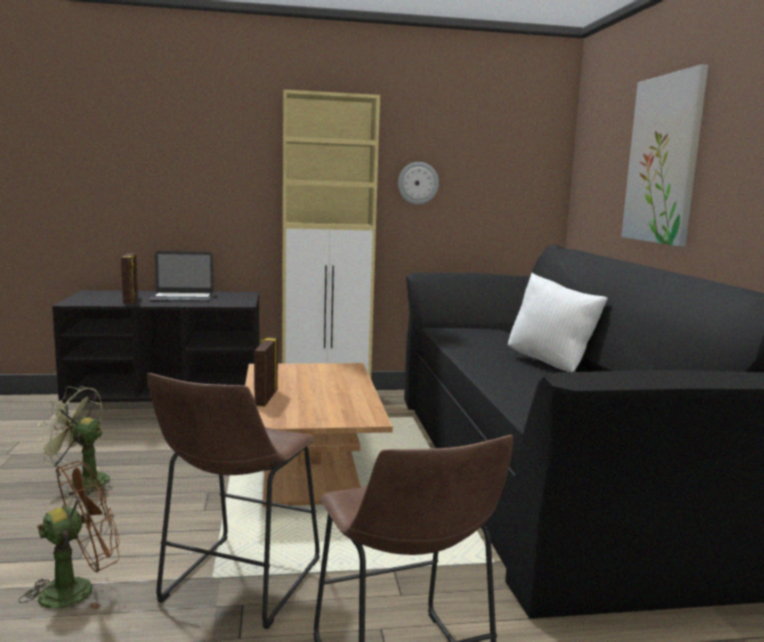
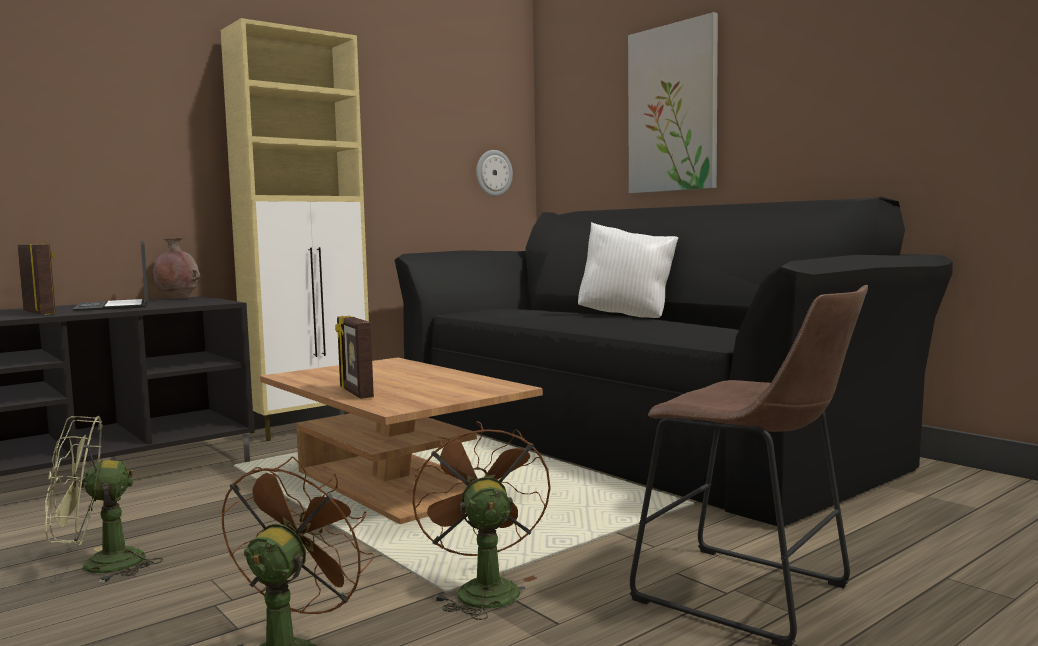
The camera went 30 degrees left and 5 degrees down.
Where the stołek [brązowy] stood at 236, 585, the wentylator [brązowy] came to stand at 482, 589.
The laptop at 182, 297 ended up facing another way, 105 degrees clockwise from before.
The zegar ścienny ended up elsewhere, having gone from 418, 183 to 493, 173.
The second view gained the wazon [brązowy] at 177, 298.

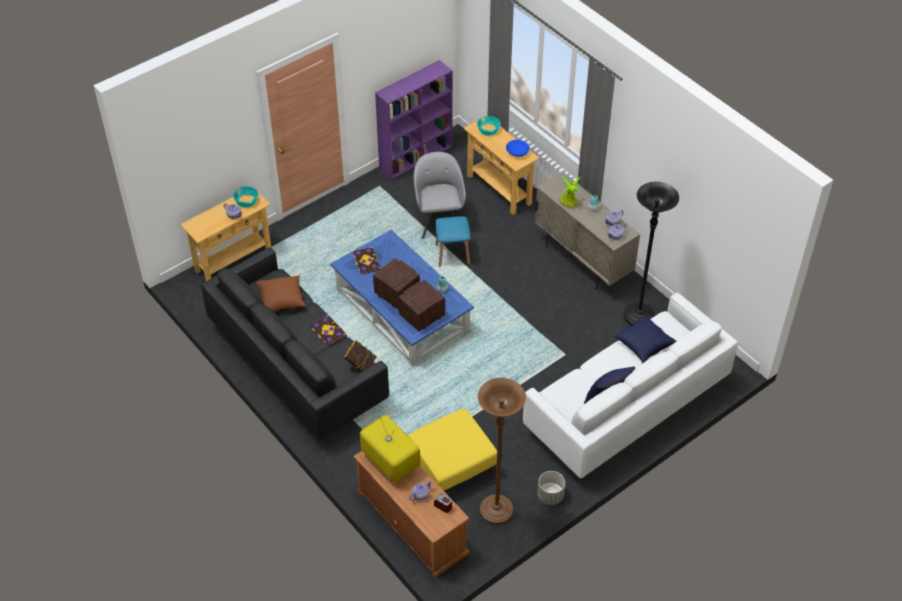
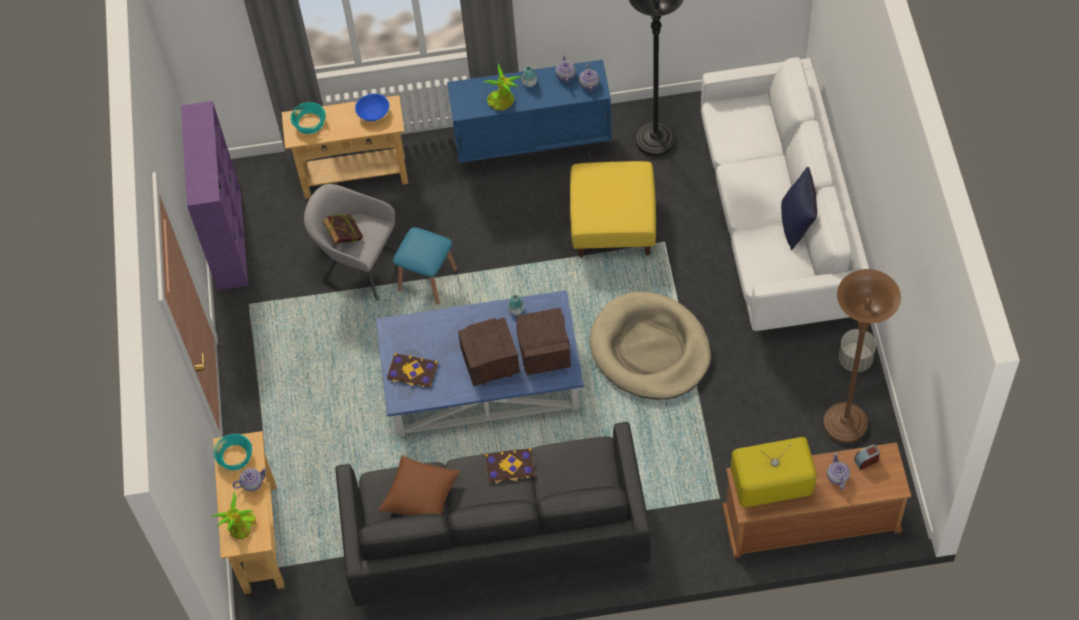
The camera went 55 degrees left and 10 degrees up.
The książka ended up elsewhere, having gone from 360, 365 to 345, 238.
The pufa [żółty] ended up elsewhere, having gone from 451, 466 to 614, 225.
What was the szafka [beżowy] at 582, 261 turned into the szafka [niebieski] at 534, 151.
The second view lost the poduszka [niebieski] at 643, 344.
The second view gained the roślina doniczkowa at 241, 528.
The second view gained the legowisko [beżowy] at 650, 349.

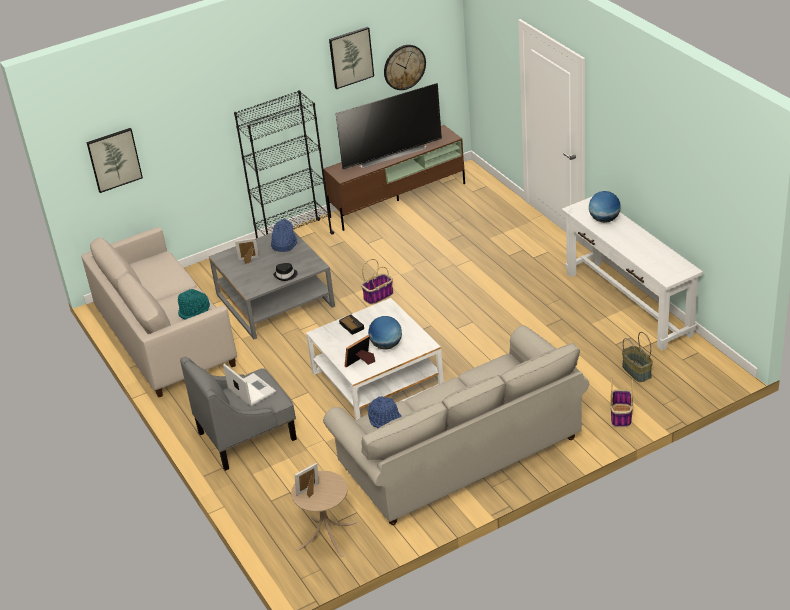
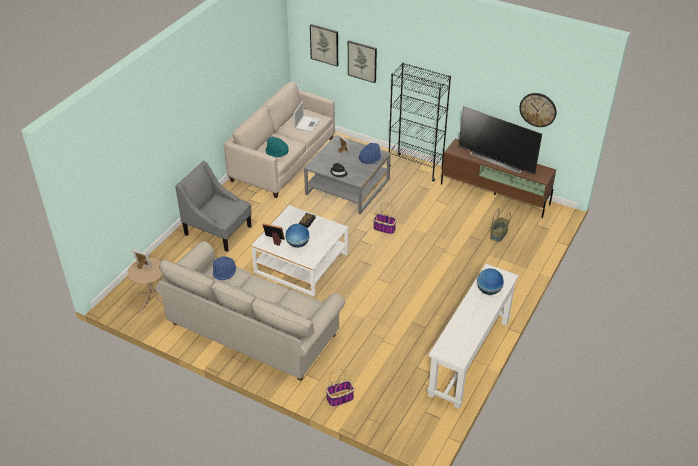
The camera went 55 degrees right and 5 degrees up.
The laptop ended up elsewhere, having gone from 251, 390 to 307, 123.
The obraz ended up elsewhere, having gone from 351, 57 to 362, 61.
The koszyk ended up elsewhere, having gone from 637, 371 to 499, 234.

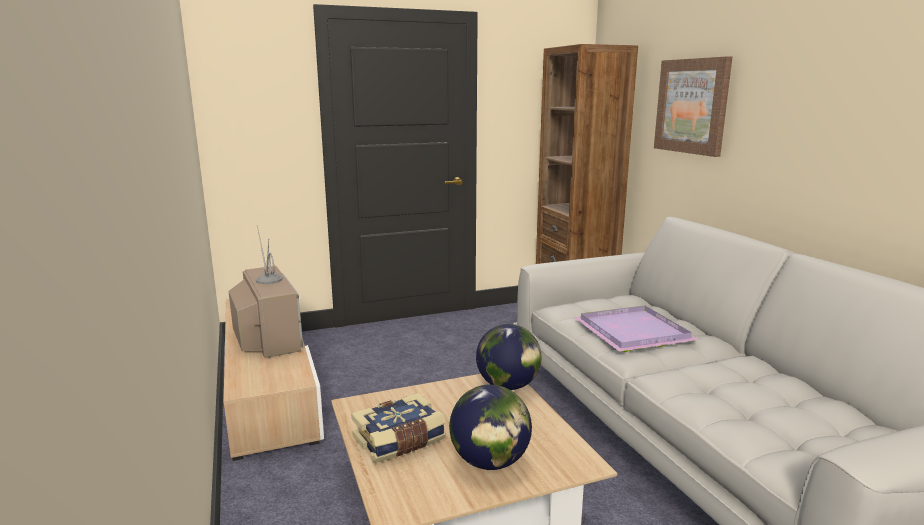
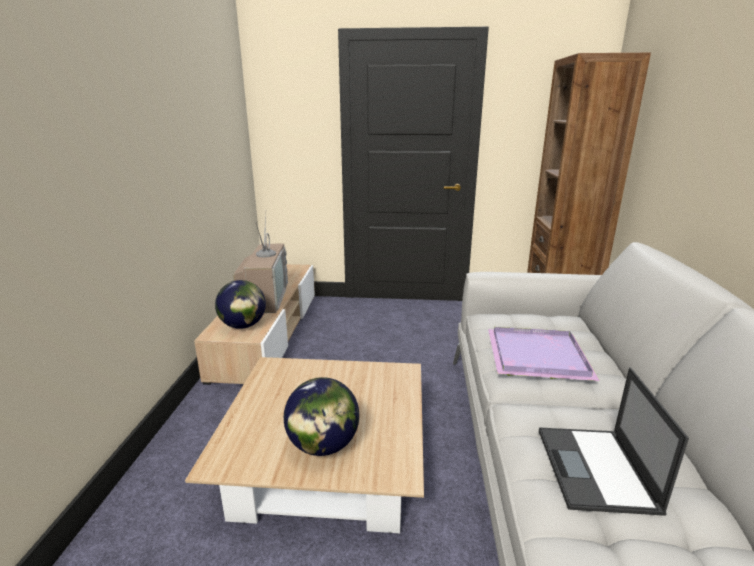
The camera went 25 degrees right and 5 degrees up.
The second view lost the książka at 400, 441.
The globus ended up elsewhere, having gone from 507, 386 to 243, 326.
The second view lost the obraz at 692, 106.
The second view gained the laptop at 596, 470.

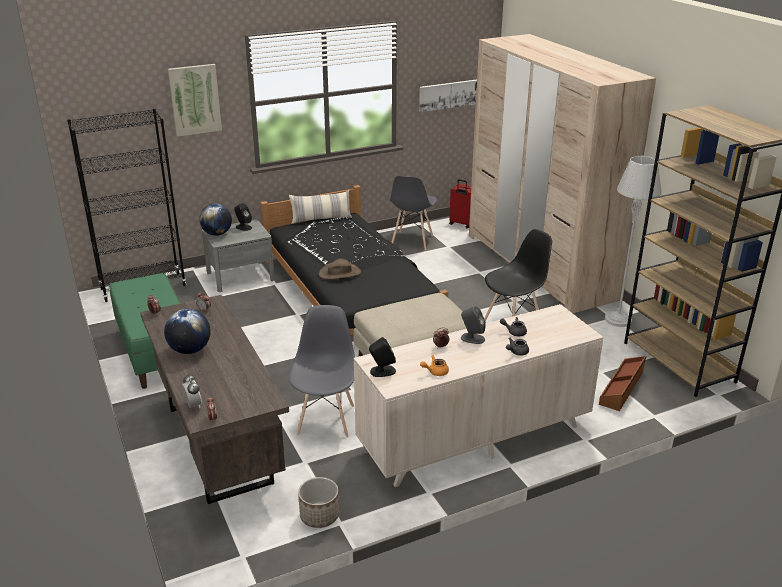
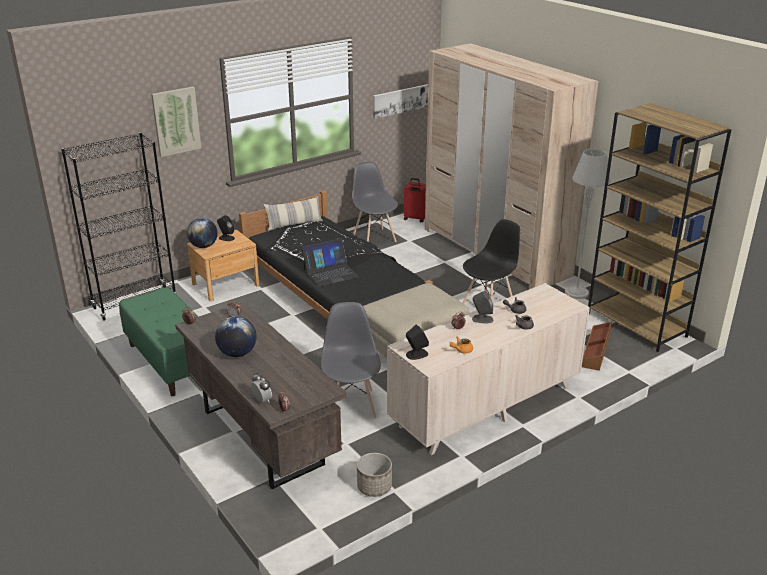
The camera went 10 degrees left and 0 degrees up.
What was the szafka nocna [szary] at 240, 276 turned into the szafka nocna [brązowy] at 225, 284.
Where the kapelusz [brązowy] stood at 340, 273, the laptop came to stand at 330, 273.
The krzesło [szary] at 412, 240 ended up facing another way, 150 degrees clockwise from before.

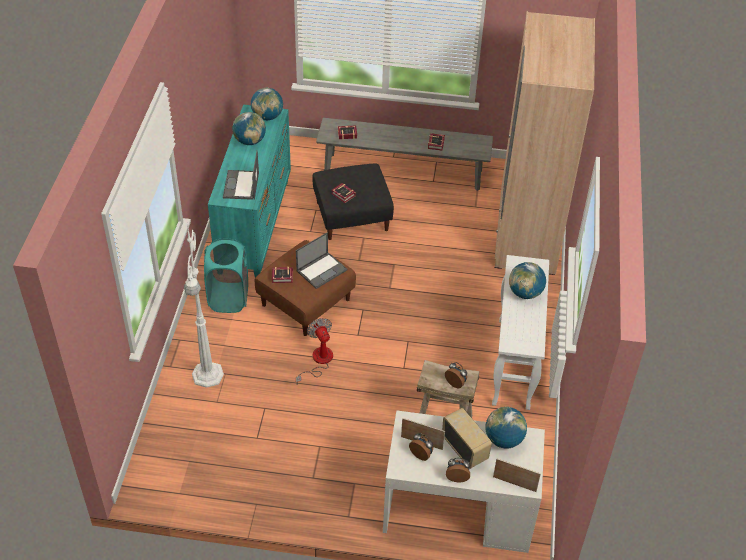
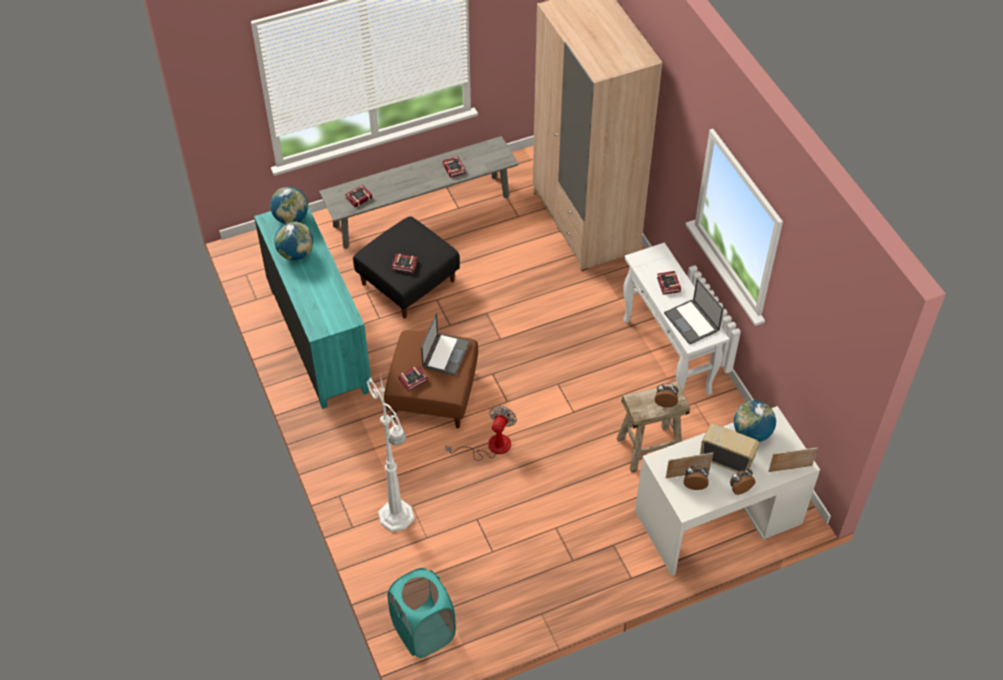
The camera went 30 degrees left and 5 degrees up.
The kosz na pranie [turkusowy] ended up elsewhere, having gone from 229, 298 to 423, 631.
The laptop ended up elsewhere, having gone from 241, 185 to 692, 322.
The wentylator at 318, 361 ended up facing another way, 75 degrees clockwise from before.
Where the globus stood at 525, 293, the książka came to stand at 668, 285.

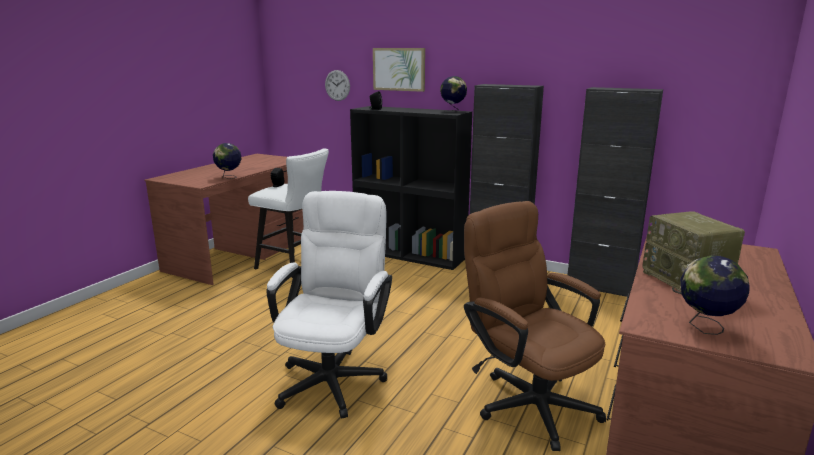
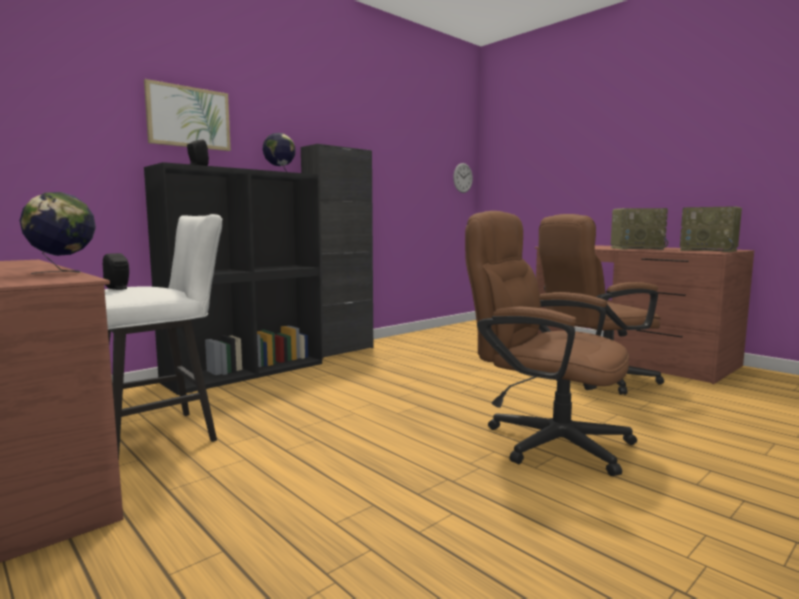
The camera went 70 degrees left and 10 degrees down.
What was the krzesło biurowe [biały] at 334, 376 turned into the krzesło biurowe [brązowy] at 544, 440.
The zegar ścienny ended up elsewhere, having gone from 337, 85 to 463, 178.
The second view lost the szafka [czarny] at 600, 286.
Where the globus stood at 705, 327, the radio came to stand at 709, 250.

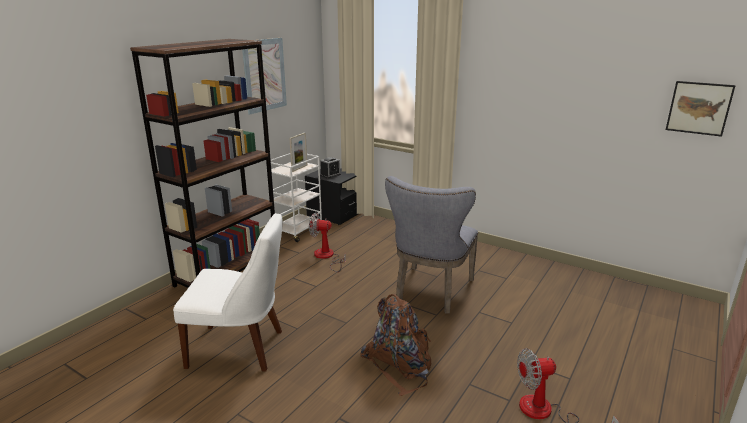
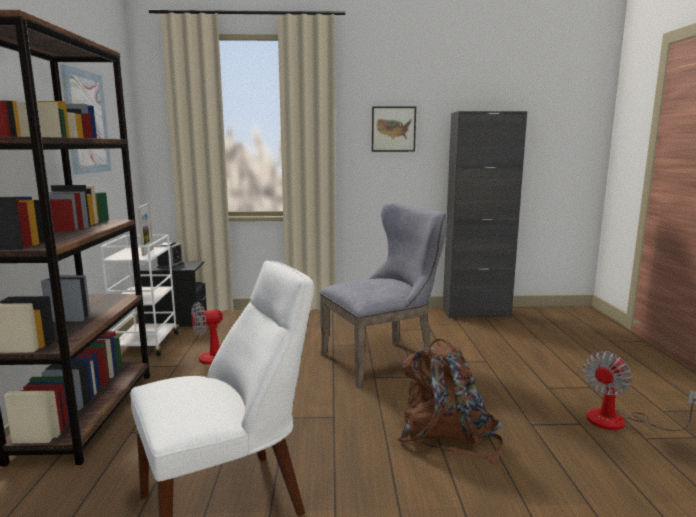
The camera went 35 degrees left and 10 degrees down.
The krzesło [szary] at 431, 292 ended up facing another way, 105 degrees counterclockwise from before.
The obraz ended up elsewhere, having gone from 699, 108 to 393, 129.
The second view gained the szafka [czarny] at 476, 313.

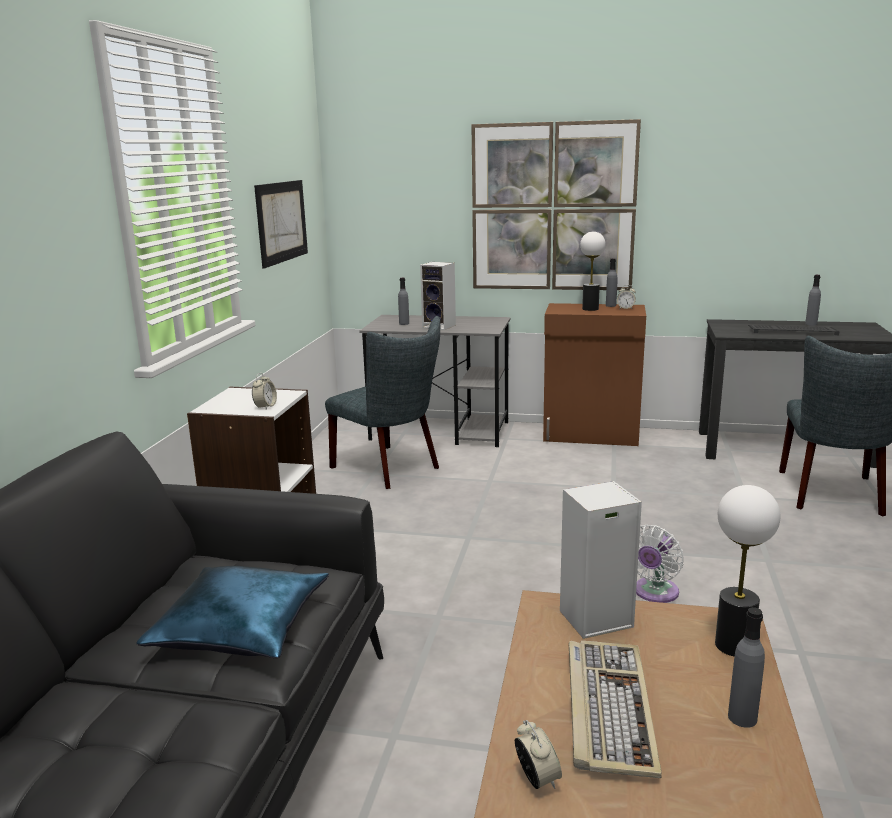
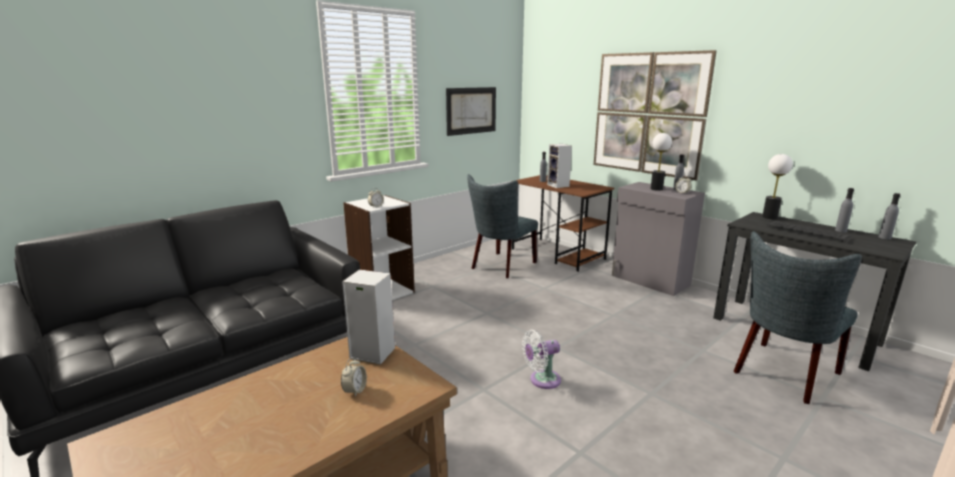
The camera went 35 degrees right and 0 degrees up.
The second view lost the poduszka [niebieski] at 241, 626.
The krzesło [szary] at 390, 468 ended up facing another way, 45 degrees clockwise from before.
What was the biurko [szary] at 441, 431 turned into the biurko [brązowy] at 558, 254.
The budzik ended up elsewhere, having gone from 537, 779 to 355, 390.
What was the szafka [brązowy] at 591, 435 turned into the szafka [szary] at 650, 280.
The second view lost the klawiatura at 607, 707.
The lampa stołowa ended up elsewhere, having gone from 734, 645 to 770, 217.
The butelka [szary] ended up elsewhere, having gone from 742, 717 to 884, 237.

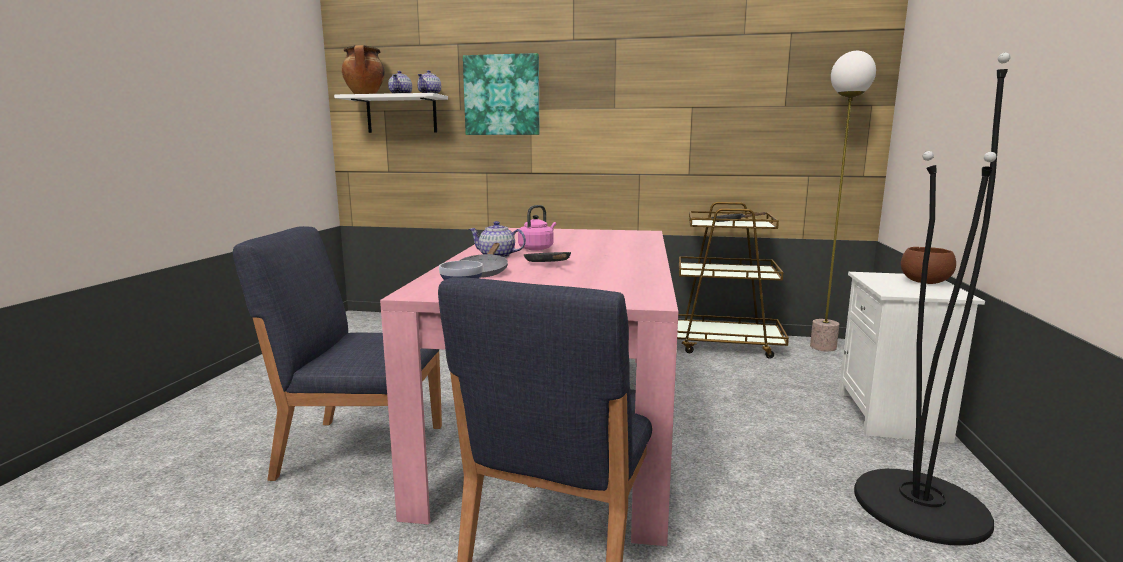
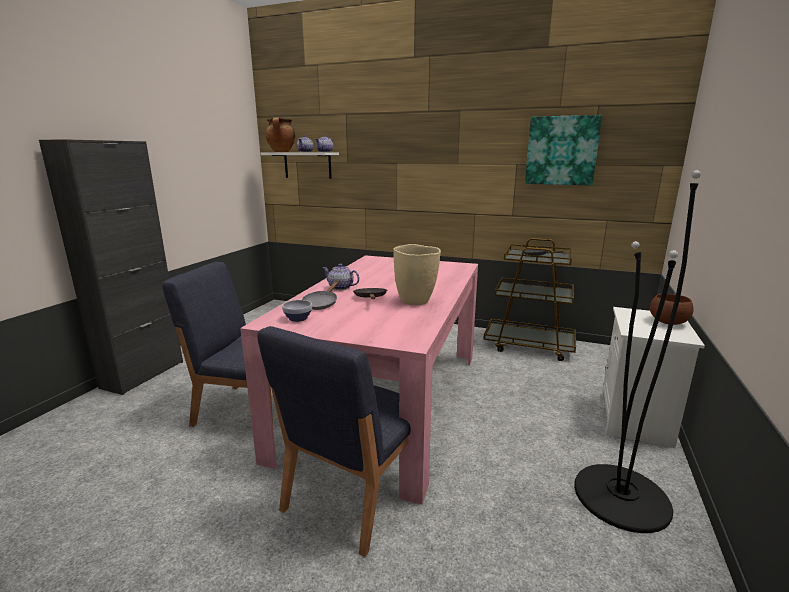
The camera went 10 degrees right and 5 degrees up.
The obraz ended up elsewhere, having gone from 502, 95 to 561, 151.
The second view lost the czajnik [różowy] at 537, 248.
The second view lost the lampa stojąca at 822, 347.
The second view gained the szafka [czarny] at 143, 374.
The second view gained the wazon [beżowy] at 415, 301.

